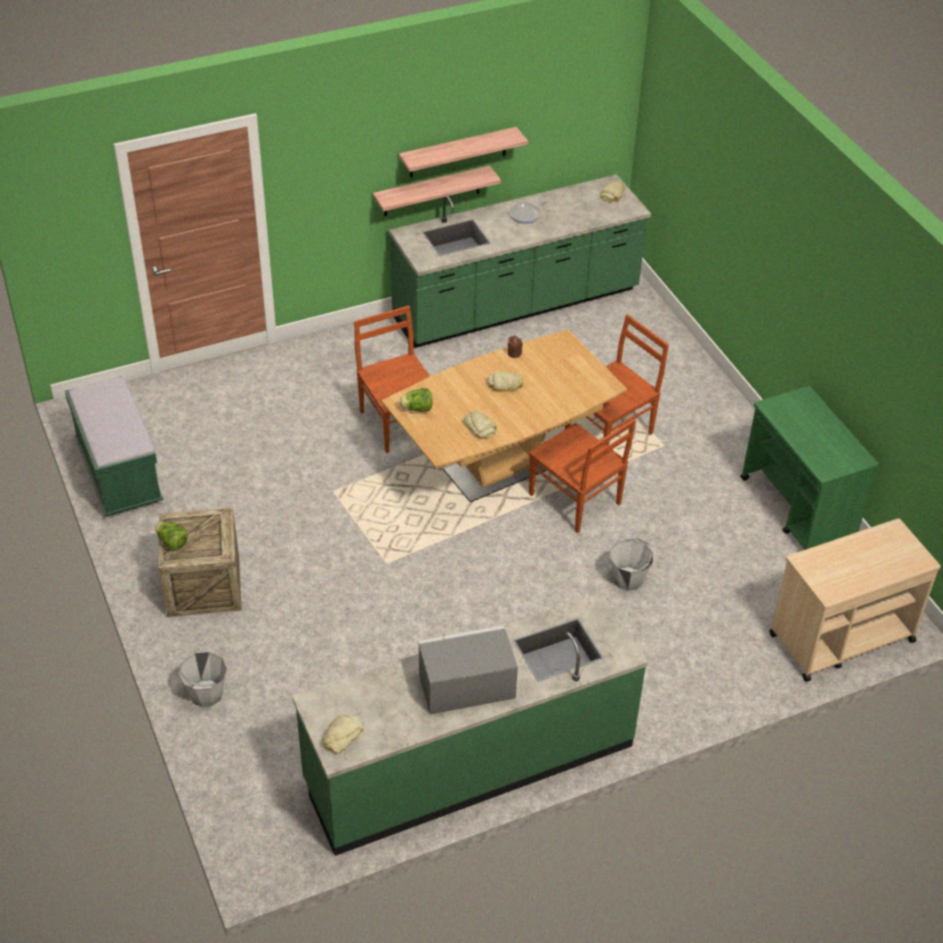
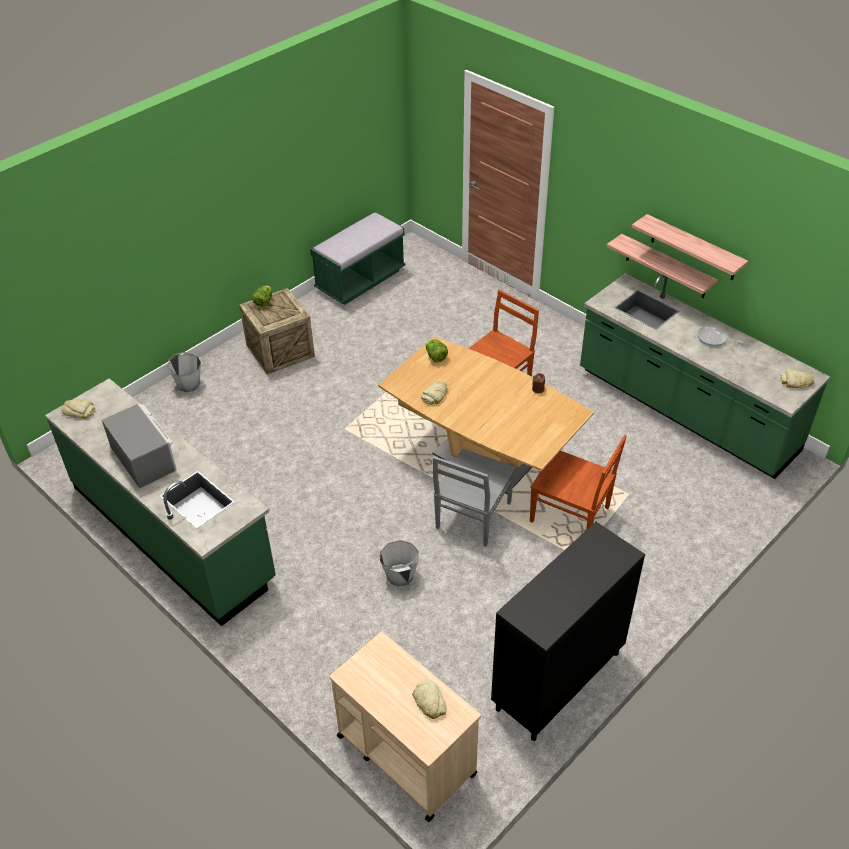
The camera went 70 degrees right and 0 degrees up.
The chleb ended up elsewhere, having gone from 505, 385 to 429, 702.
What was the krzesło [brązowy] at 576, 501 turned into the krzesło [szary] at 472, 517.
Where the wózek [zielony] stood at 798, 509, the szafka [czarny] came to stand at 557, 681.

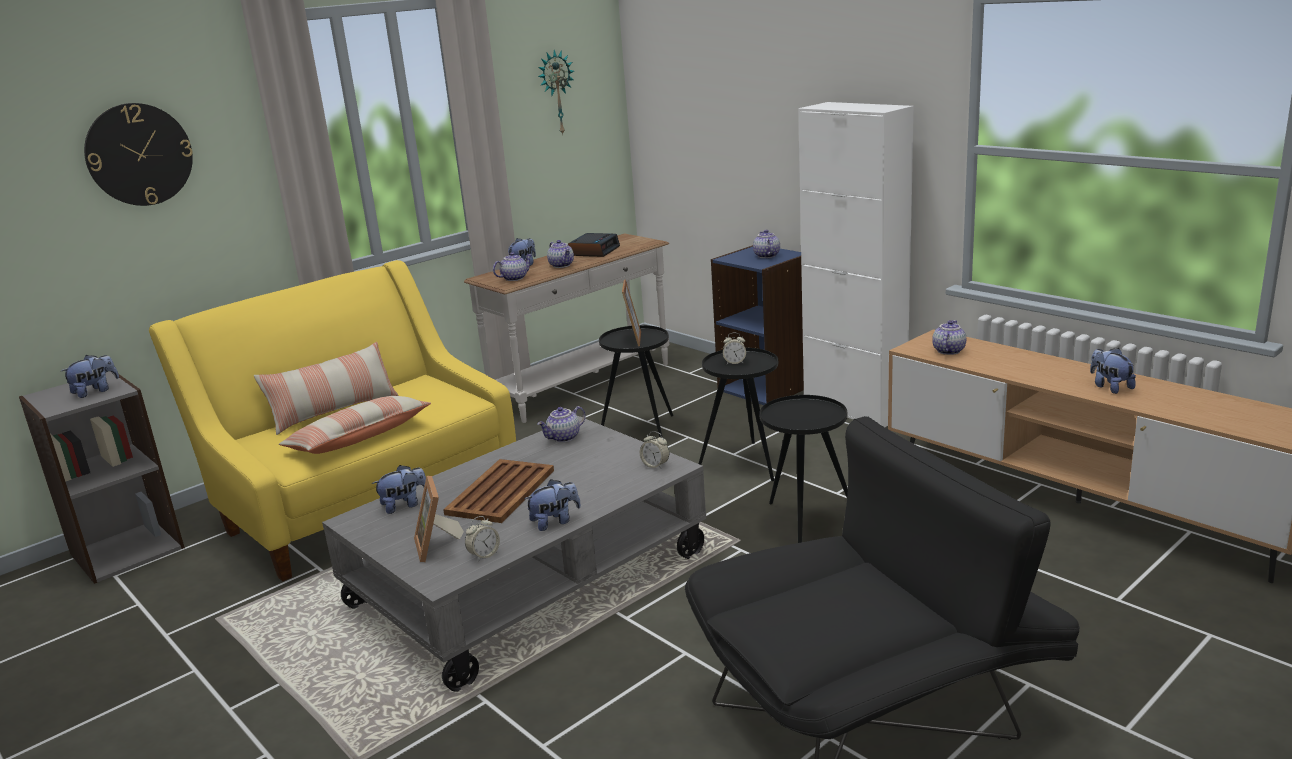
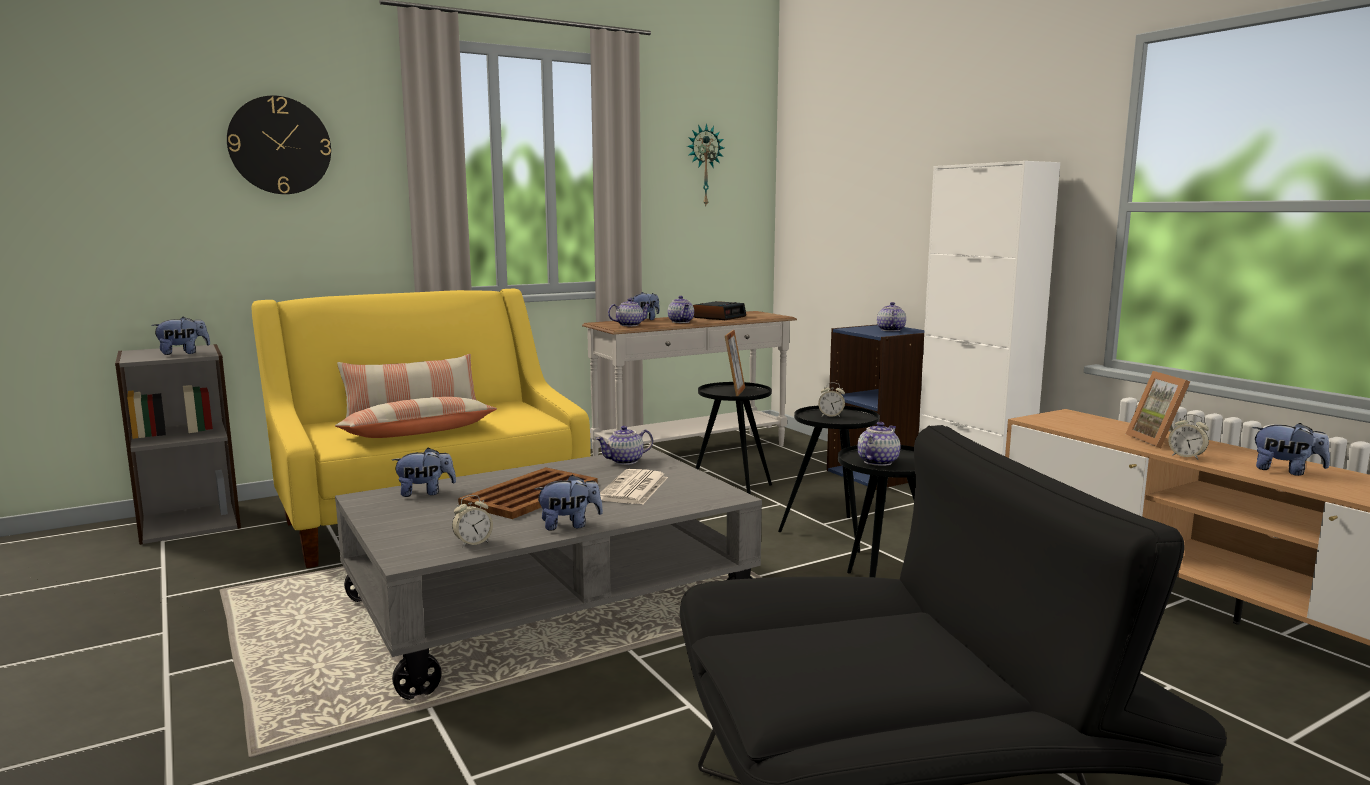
The camera went 10 degrees right and 10 degrees down.
The ramka na zdjęcie ended up elsewhere, having gone from 438, 546 to 1159, 441.
The budzik ended up elsewhere, having gone from 655, 465 to 1186, 457.
The imbryk ended up elsewhere, having gone from 948, 351 to 877, 462.
The pluszak at 1109, 387 ended up facing another way, 135 degrees clockwise from before.
The second view gained the gazeta at 634, 489.

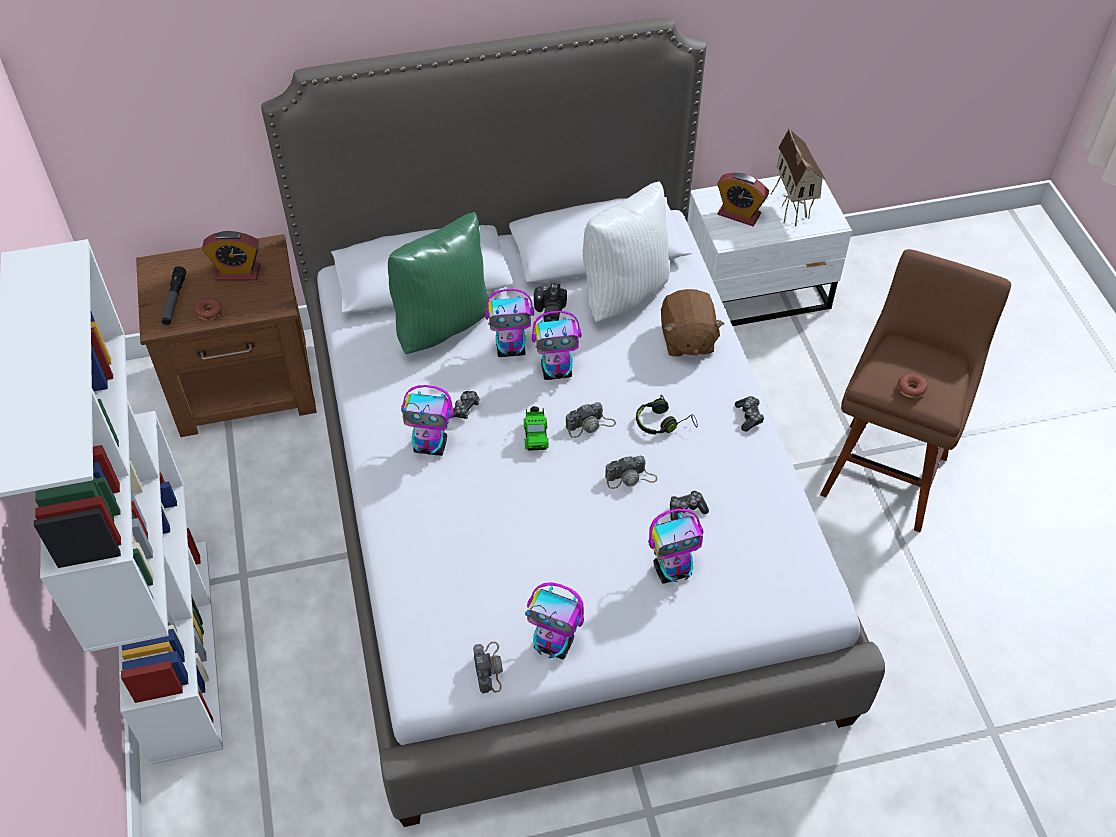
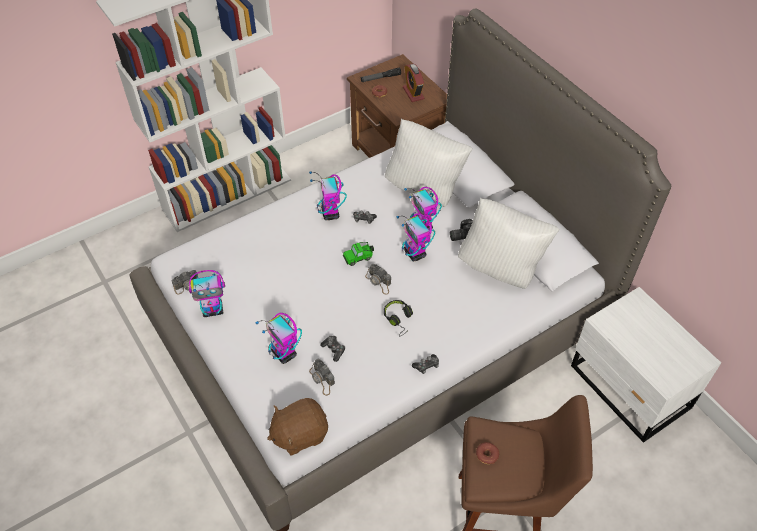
The camera went 70 degrees right and 0 degrees up.
What was the poduszka [zielony] at 442, 324 turned into the poduszka [biały] at 425, 189.
The robot zabawkowy at 554, 644 ended up facing another way, 105 degrees counterclockwise from before.
The aparat fotograficzny ended up elsewhere, having gone from 630, 478 to 322, 379.
The pluszak [brązowy] ended up elsewhere, having gone from 687, 339 to 299, 434.
The second view lost the budzik at 739, 214.
The second view lost the domek at 792, 209.

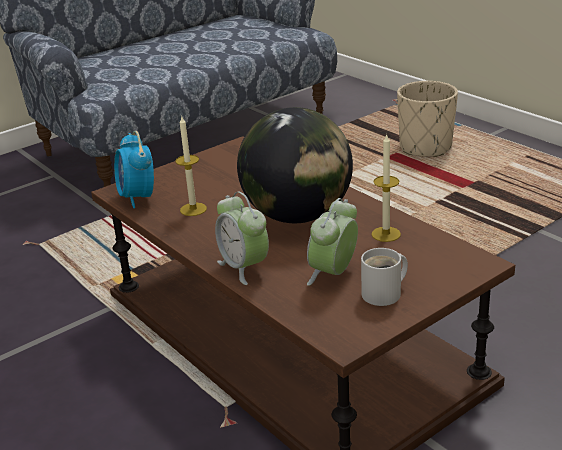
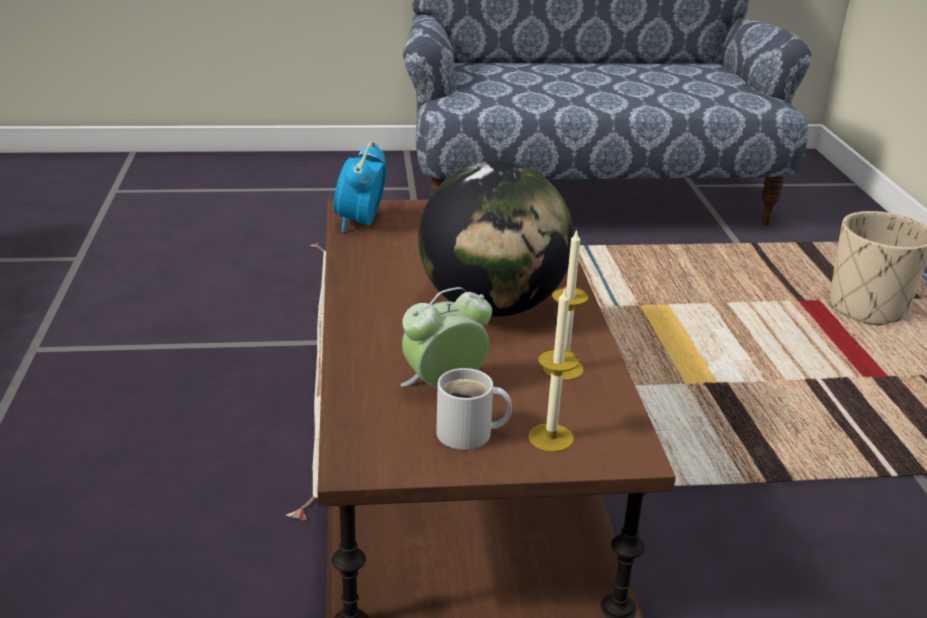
The camera went 30 degrees right and 0 degrees up.
The świeca ended up elsewhere, having gone from 193, 209 to 550, 437.
The second view lost the budzik at 244, 267.

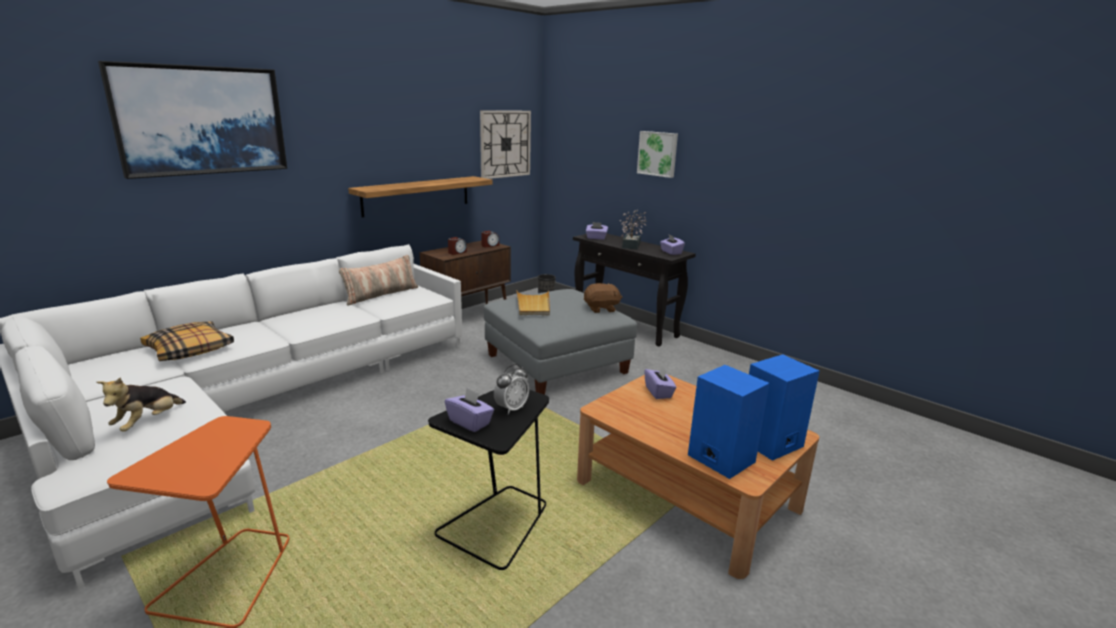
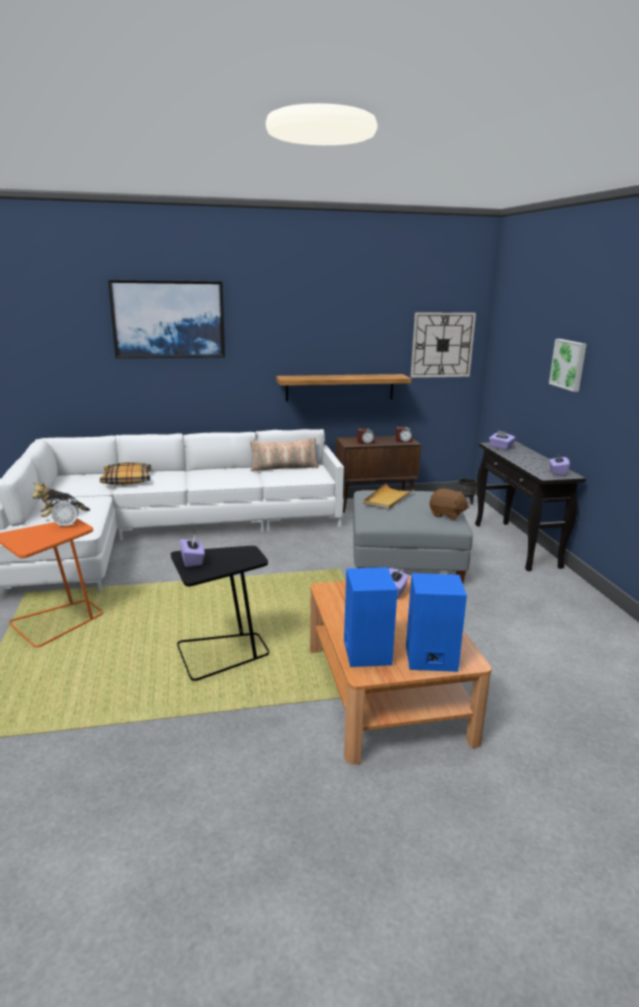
The camera went 35 degrees right and 0 degrees up.
The budzik ended up elsewhere, having gone from 511, 408 to 66, 525.
The second view lost the roślina doniczkowa at 632, 245.

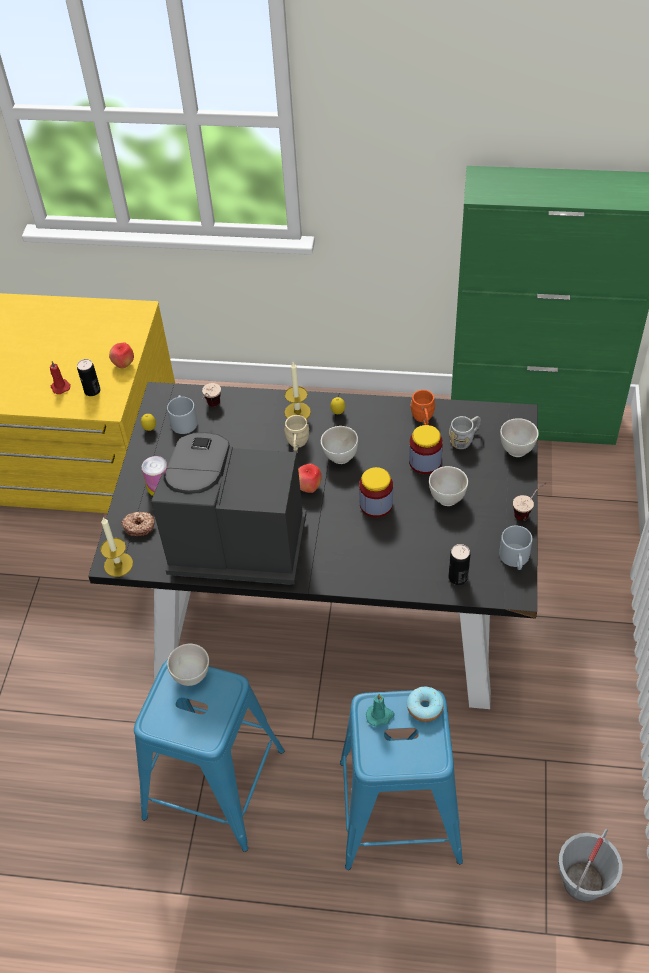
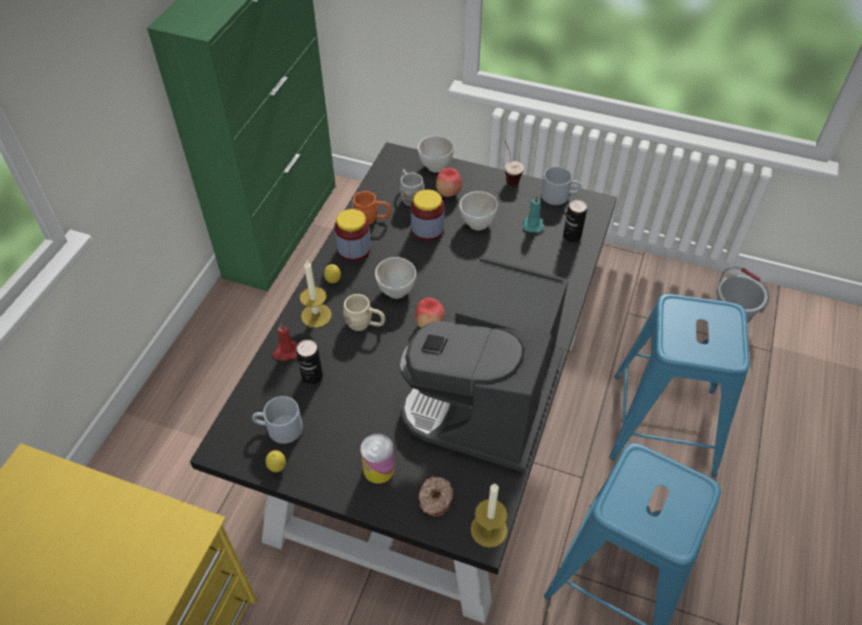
The camera went 80 degrees left and 0 degrees up.
The świeca [czerwony] ended up elsewhere, having gone from 60, 386 to 286, 352.
The puszka ended up elsewhere, having gone from 92, 391 to 312, 376.
The jabłko ended up elsewhere, having gone from 123, 364 to 448, 193.
The second view lost the miska [biały] at 192, 676.
The second view lost the filiżanka at 211, 408.
The słoik ended up elsewhere, having gone from 376, 504 to 354, 249.
The świeca [turkusowy] ended up elsewhere, having gone from 380, 715 to 533, 224.
The second view lost the donut at 424, 707.

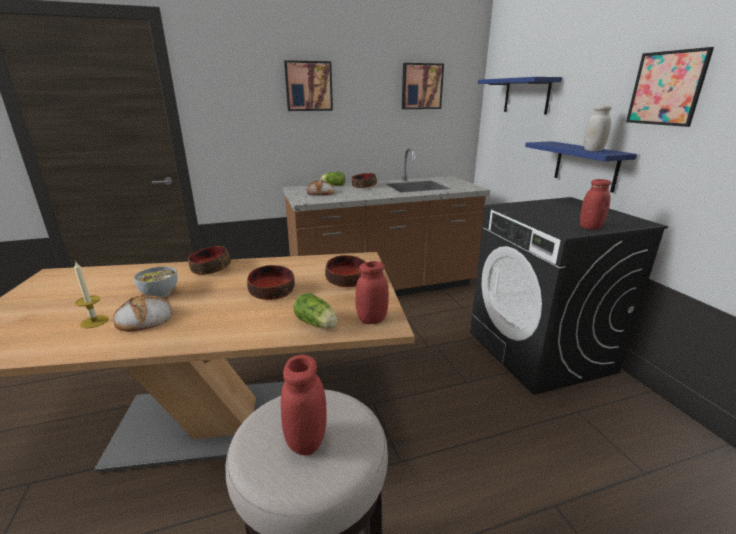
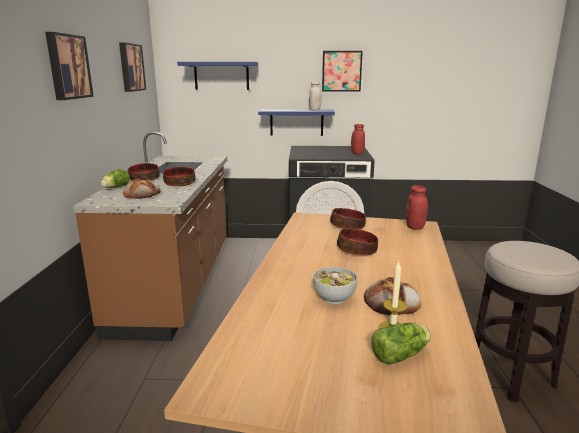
The camera went 70 degrees left and 5 degrees down.
The miska ended up elsewhere, having gone from 210, 268 to 179, 183.
The second view lost the słoik [czerwony] at 306, 441.
The sałata ended up elsewhere, having gone from 317, 324 to 401, 355.

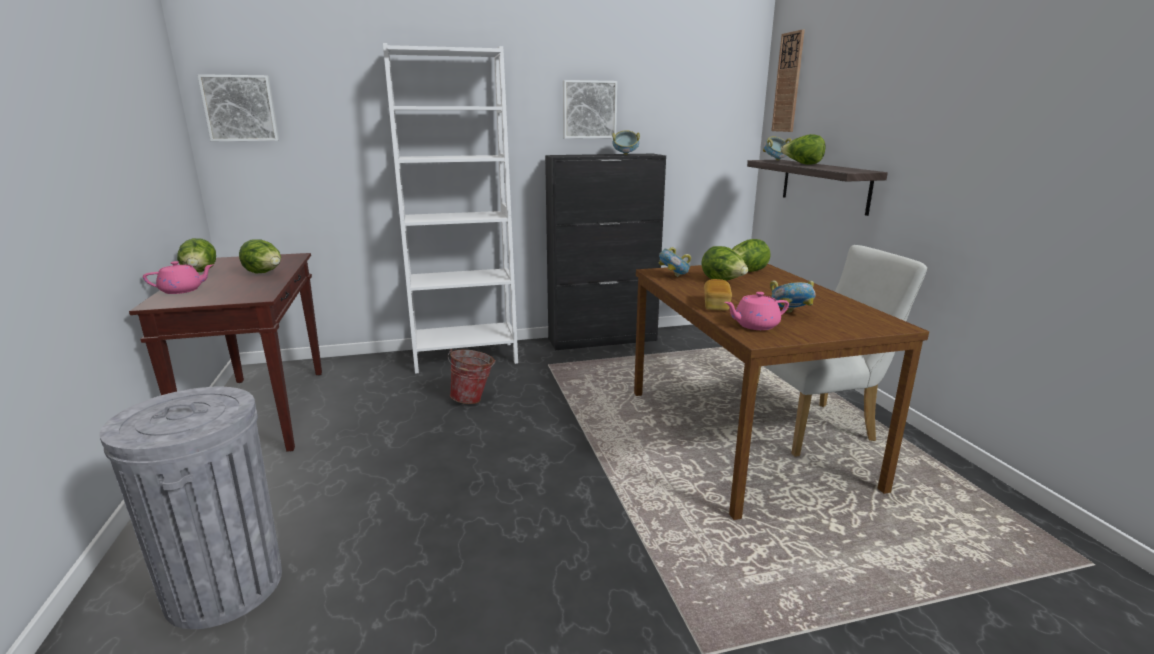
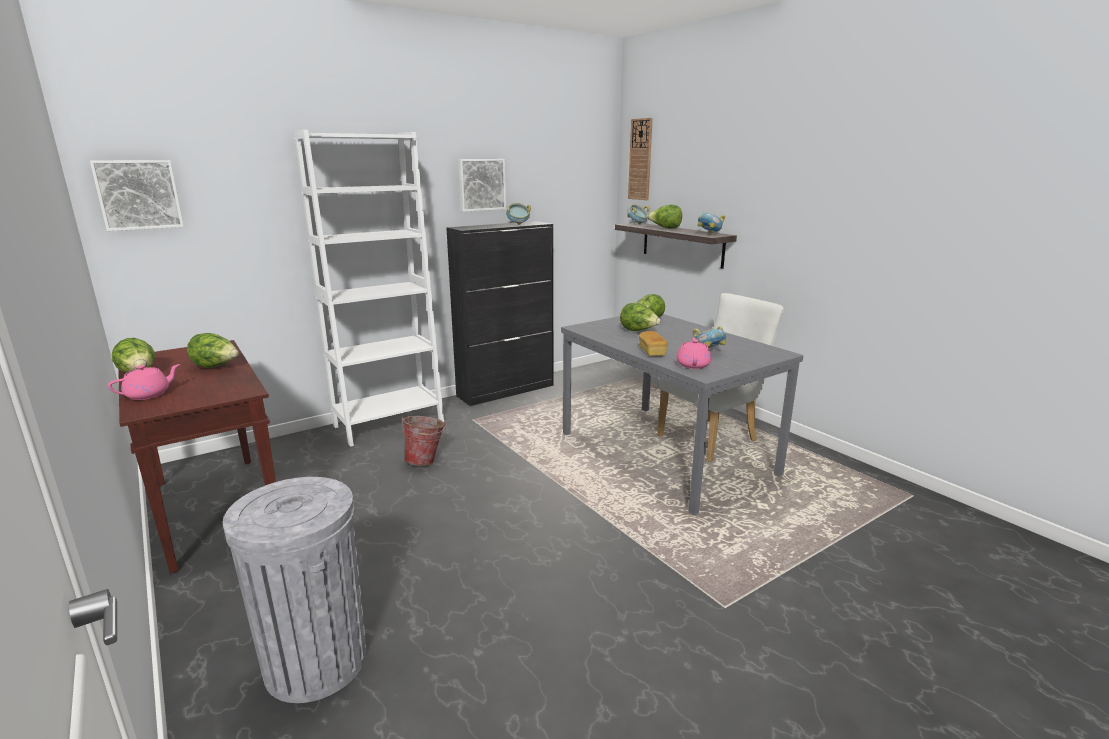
The camera went 20 degrees left and 0 degrees up.
What was the stół jadalny [brązowy] at 745, 436 turned into the stół jadalny [szary] at 667, 453.
The miska ended up elsewhere, having gone from 674, 277 to 709, 234.
The imbryk [różowy] at 755, 325 ended up facing another way, 135 degrees clockwise from before.

